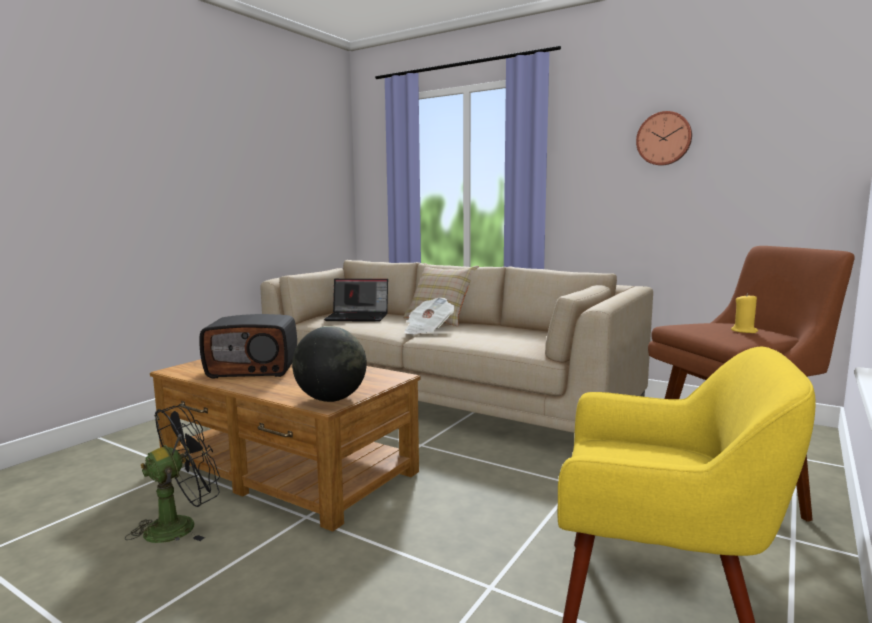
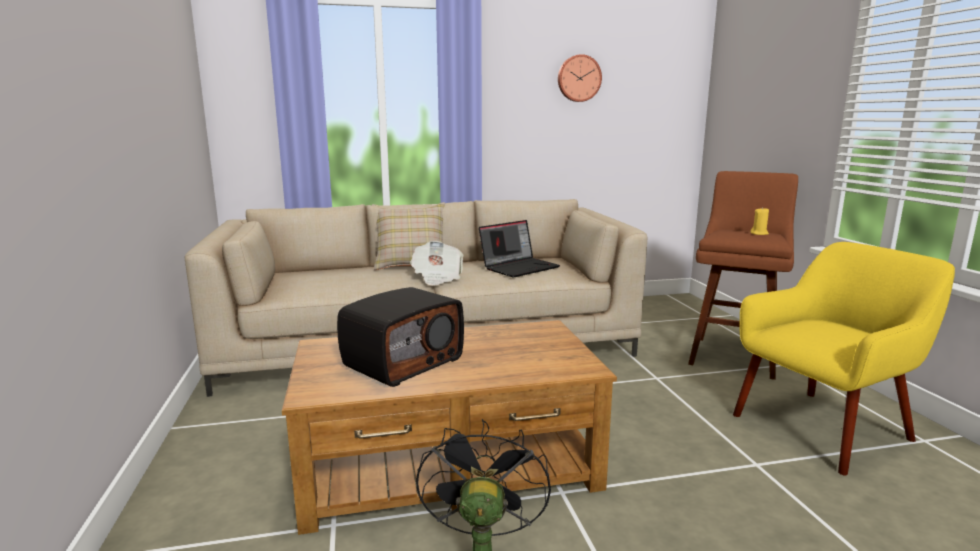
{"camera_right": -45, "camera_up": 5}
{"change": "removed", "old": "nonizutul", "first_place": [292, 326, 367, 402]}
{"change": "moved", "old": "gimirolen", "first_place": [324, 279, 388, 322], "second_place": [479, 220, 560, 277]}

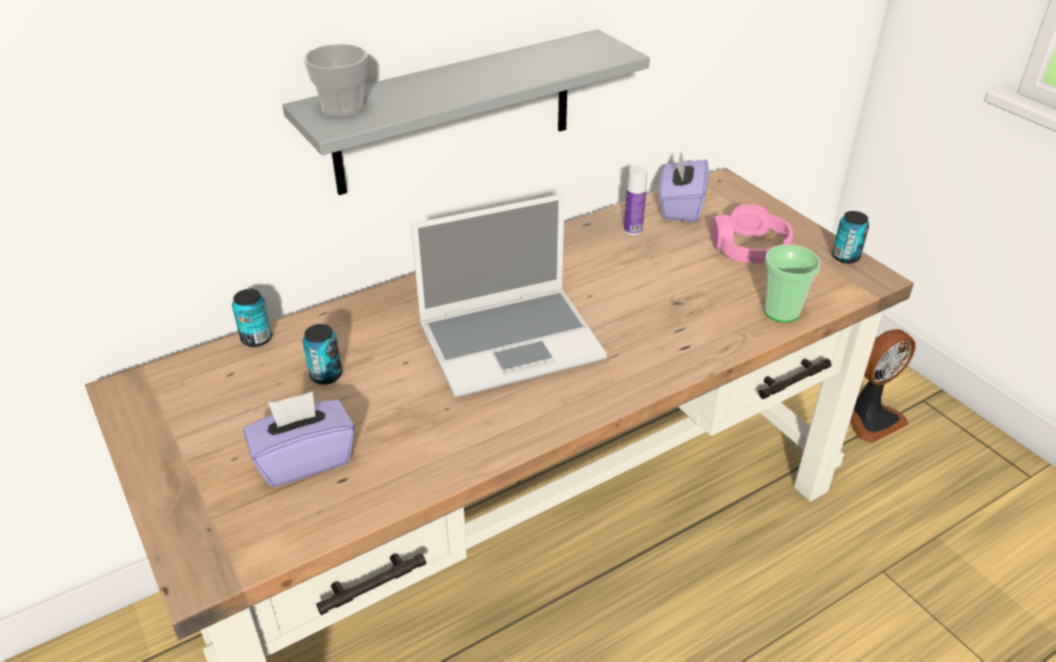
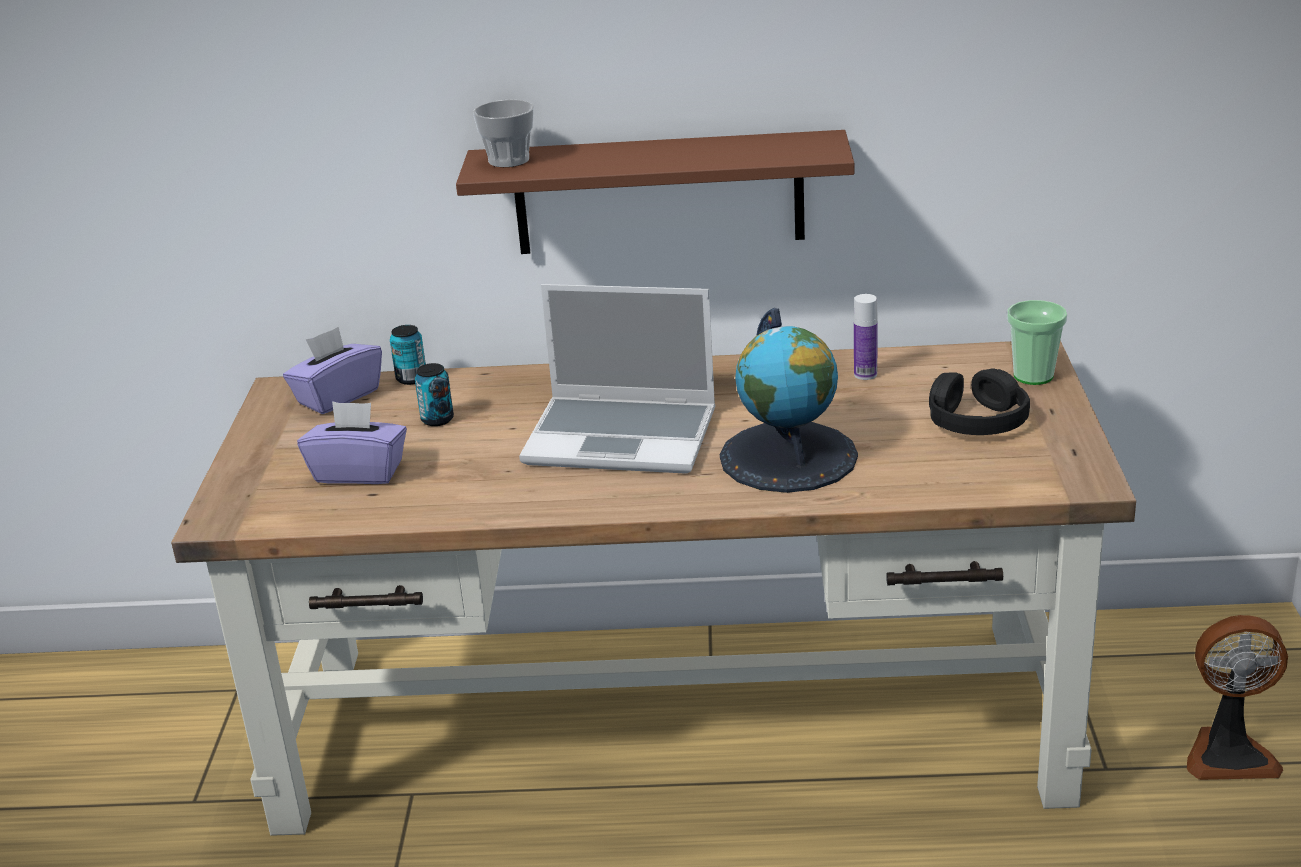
{"camera_right": 35, "camera_up": -10}
{"change": "removed", "old": "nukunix", "first_place": [832, 211, 869, 264]}
{"change": "added", "new": "nonizutul", "second_place": [720, 308, 858, 493]}
{"change": "moved", "old": "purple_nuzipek", "first_place": [659, 152, 709, 222], "second_place": [283, 327, 382, 414]}
{"change": "moved", "old": "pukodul", "first_place": [764, 245, 821, 323], "second_place": [1007, 300, 1067, 385]}
{"change": "recoloured", "old": "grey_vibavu", "new": "brown_vibavu", "first_place": [282, 29, 650, 195], "second_place": [456, 130, 855, 254]}
{"change": "recoloured", "old": "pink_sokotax", "new": "black_sokotax", "first_place": [711, 204, 793, 263], "second_place": [929, 369, 1030, 435]}

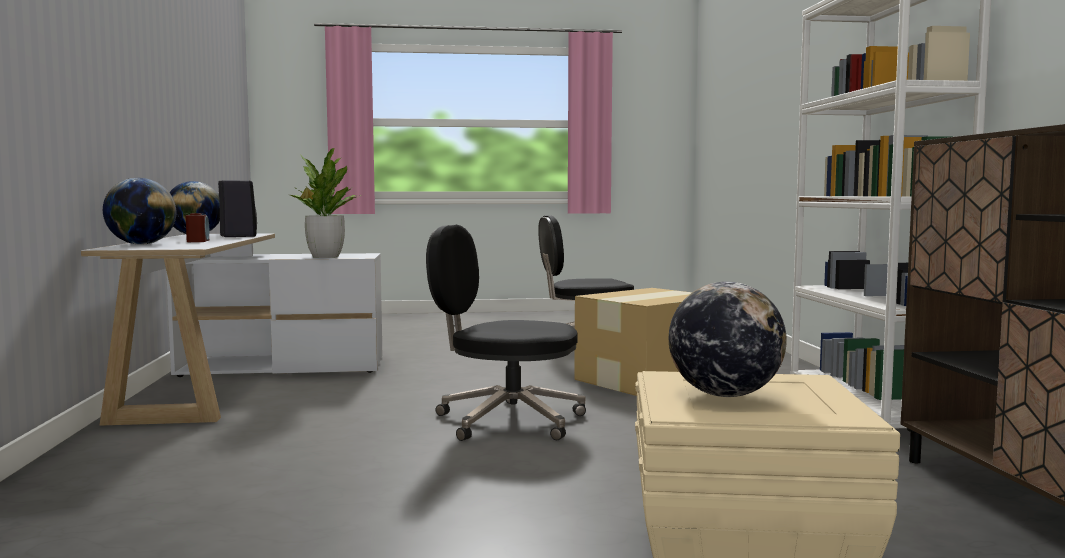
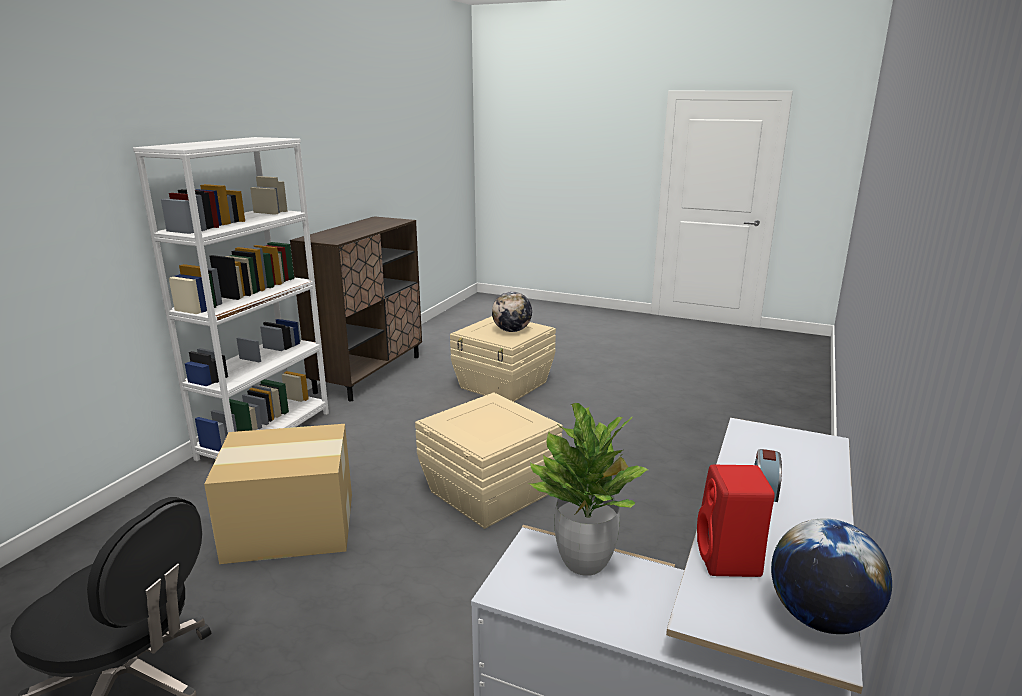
{"camera_right": -150, "camera_up": 15}
{"change": "removed", "old": "nonizutul", "first_place": [103, 178, 176, 245]}
{"change": "replaced", "old": "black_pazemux", "new": "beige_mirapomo", "first_place": [426, 225, 586, 441], "second_place": [415, 392, 563, 529]}
{"change": "recoloured", "old": "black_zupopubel", "new": "red_zupopubel", "first_place": [218, 180, 257, 237], "second_place": [697, 465, 775, 577]}

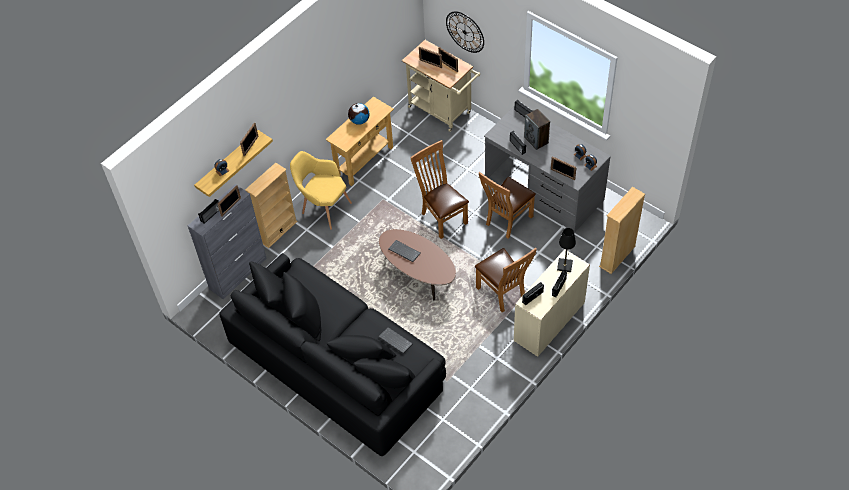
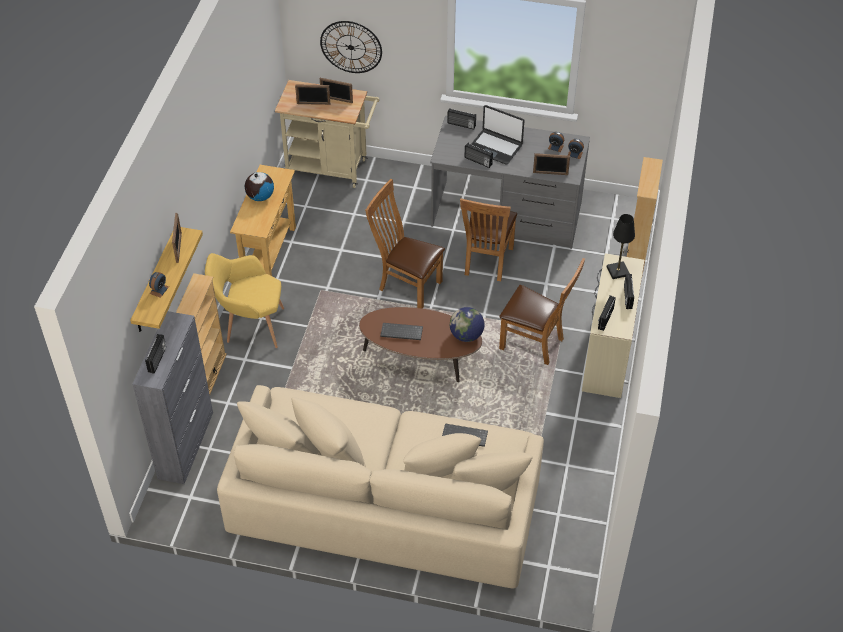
{"camera_right": -30, "camera_up": -5}
{"change": "removed", "old": "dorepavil", "first_place": [218, 185, 241, 217]}
{"change": "added", "new": "nonizutul", "second_place": [450, 307, 484, 342]}
{"change": "replaced", "old": "zupopubel", "new": "gimirolen", "first_place": [524, 109, 550, 150], "second_place": [471, 105, 525, 165]}
{"change": "recoloured", "old": "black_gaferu", "new": "beige_gaferu", "first_place": [219, 253, 446, 456], "second_place": [217, 385, 544, 588]}

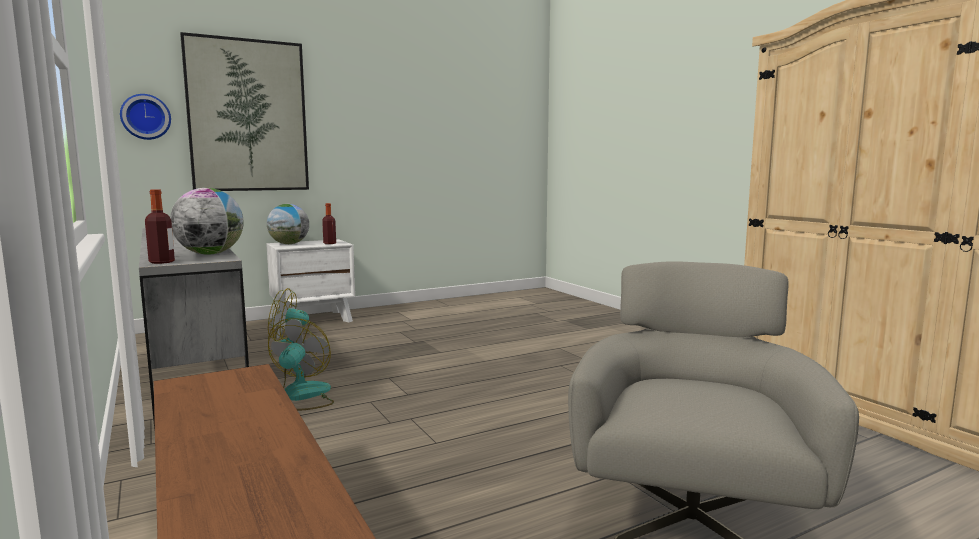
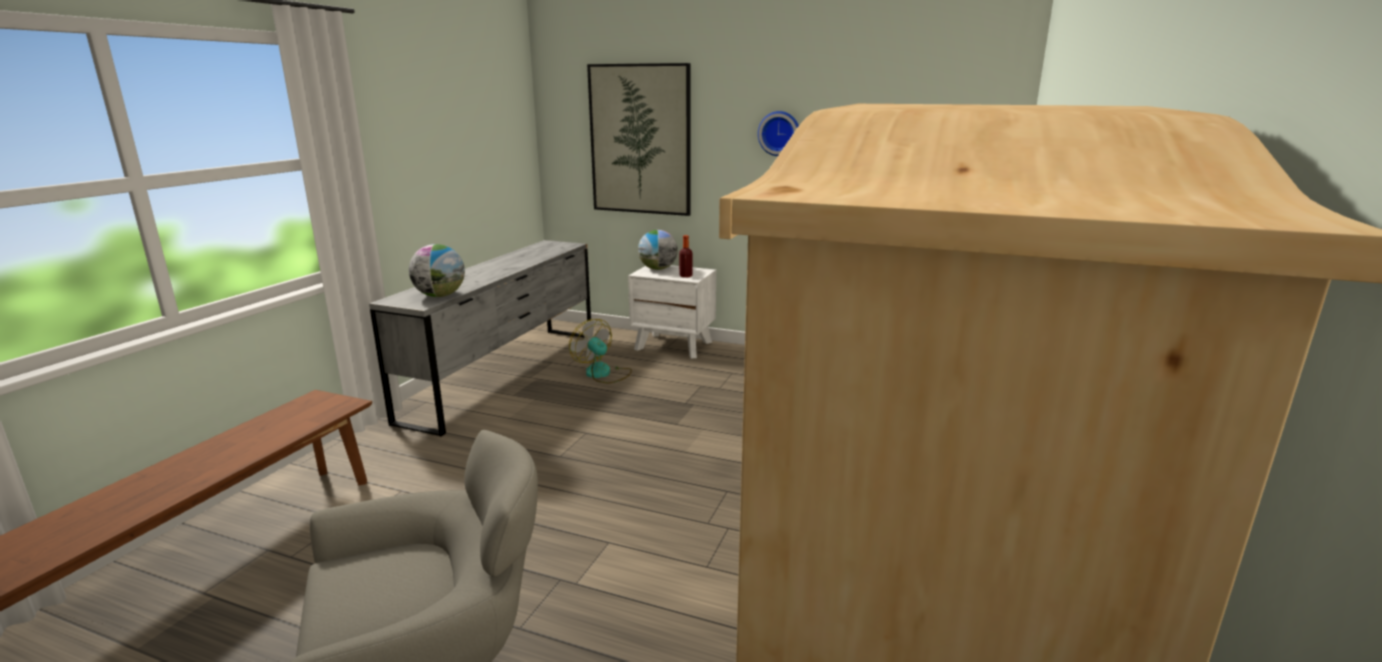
{"camera_right": 50, "camera_up": 10}
{"change": "removed", "old": "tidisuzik", "first_place": [145, 189, 175, 264]}
{"change": "removed", "old": "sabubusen", "first_place": [268, 318, 334, 411]}
{"change": "moved", "old": "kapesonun", "first_place": [120, 94, 171, 140], "second_place": [758, 111, 799, 156]}

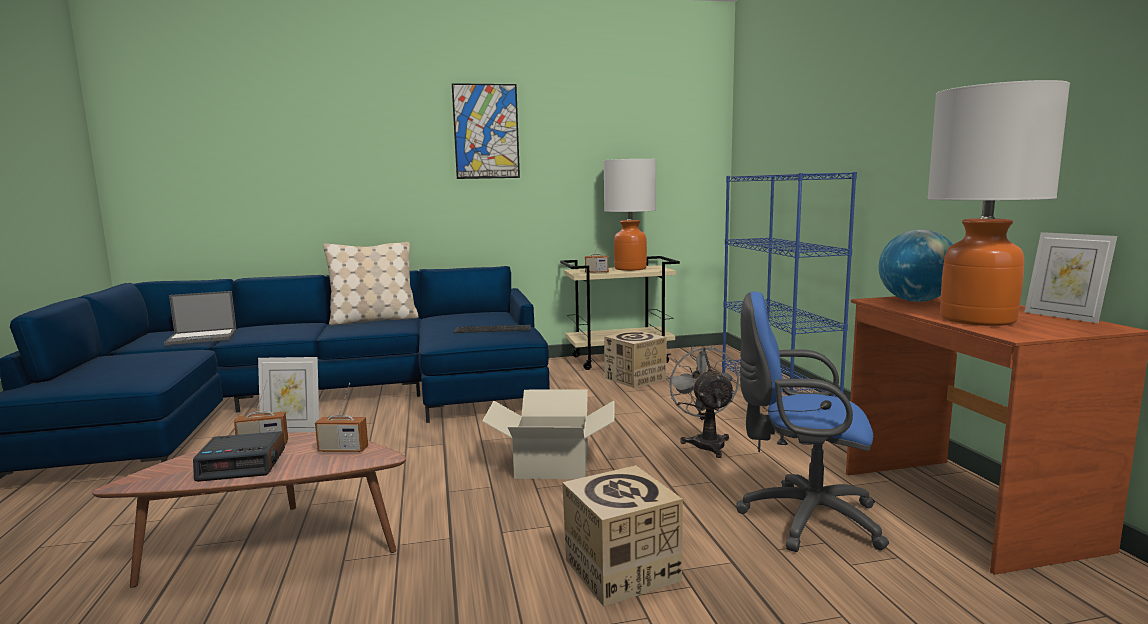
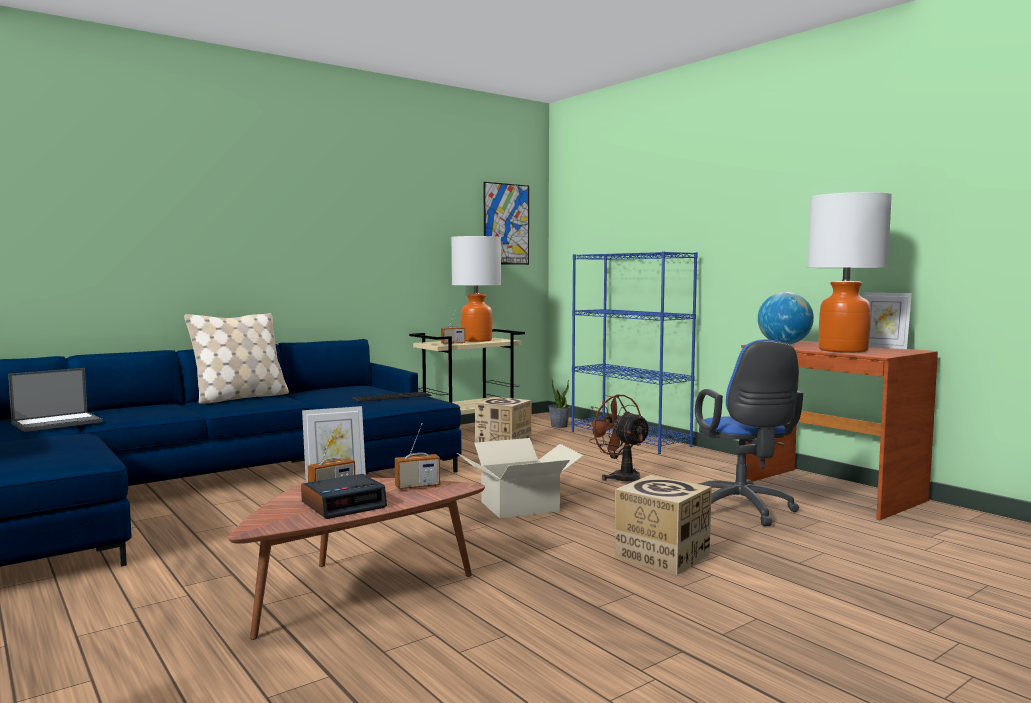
{"camera_right": -25, "camera_up": -5}
{"change": "added", "new": "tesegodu", "second_place": [548, 378, 571, 428]}
{"change": "moved", "old": "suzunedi", "first_place": [452, 83, 520, 179], "second_place": [484, 182, 529, 265]}
{"change": "recoloured", "old": "grey_sabubusen", "new": "brown_sabubusen", "first_place": [666, 346, 739, 458], "second_place": [586, 394, 651, 482]}
{"change": "turned", "old": "blue_pazemux", "first_place": [736, 291, 889, 552], "second_place": [695, 340, 803, 526], "degrees": -90}

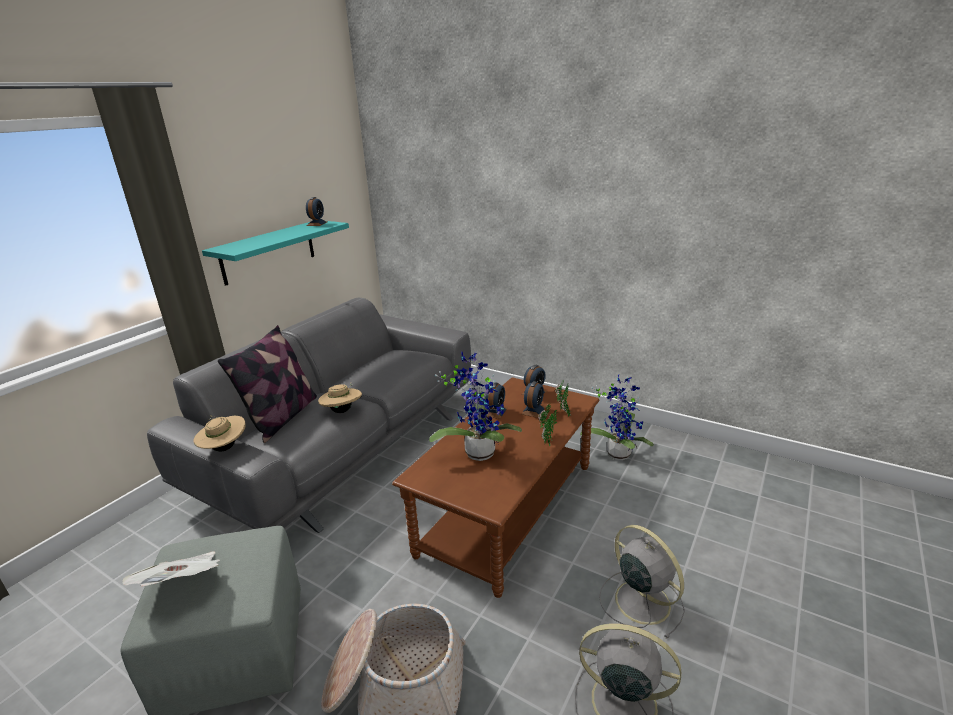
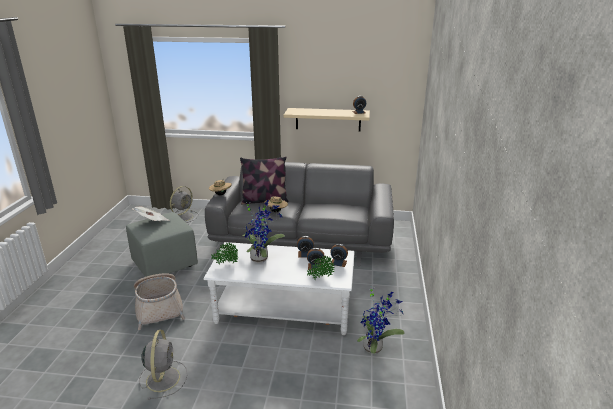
{"camera_right": 65, "camera_up": 0}
{"change": "moved", "old": "tesegodu", "first_place": [538, 403, 557, 446], "second_place": [211, 242, 238, 265]}
{"change": "moved", "old": "grey_sabubusen", "first_place": [599, 525, 685, 639], "second_place": [170, 186, 199, 223]}
{"change": "recoloured", "old": "turquoise_vibavu", "new": "beige_vibavu", "first_place": [202, 221, 349, 286], "second_place": [283, 108, 370, 132]}
{"change": "recoloured", "old": "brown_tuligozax", "new": "white_tuligozax", "first_place": [392, 377, 599, 598], "second_place": [204, 242, 355, 335]}

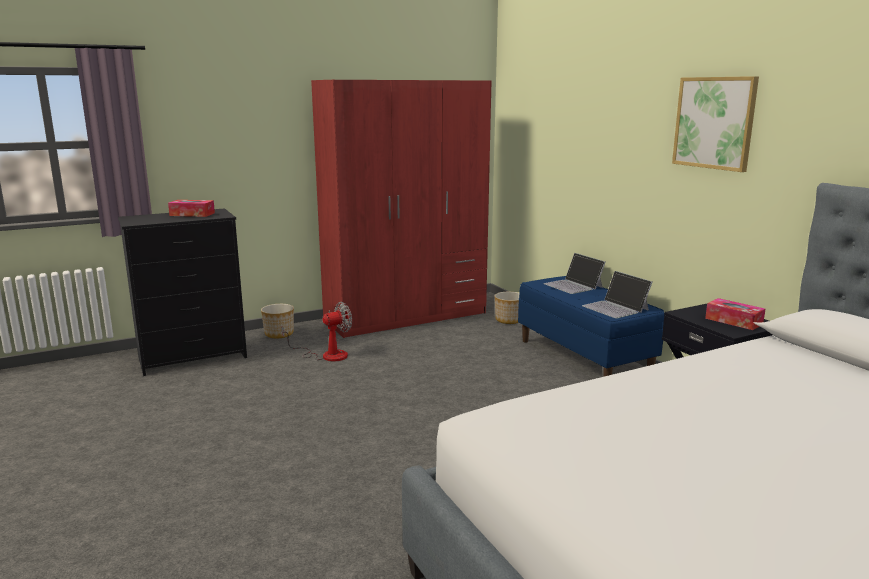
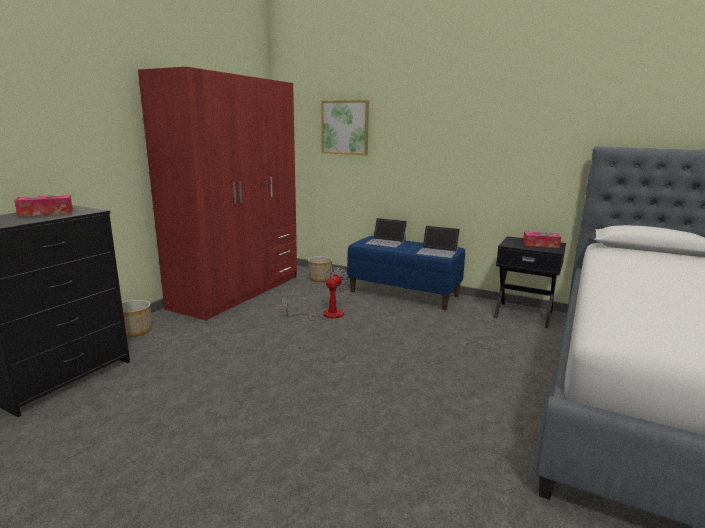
{"camera_right": -35, "camera_up": 0}
{"change": "moved", "old": "sabubusen", "first_place": [281, 302, 352, 361], "second_place": [282, 267, 350, 321]}
{"change": "moved", "old": "suzunedi", "first_place": [672, 76, 759, 172], "second_place": [321, 100, 369, 155]}

